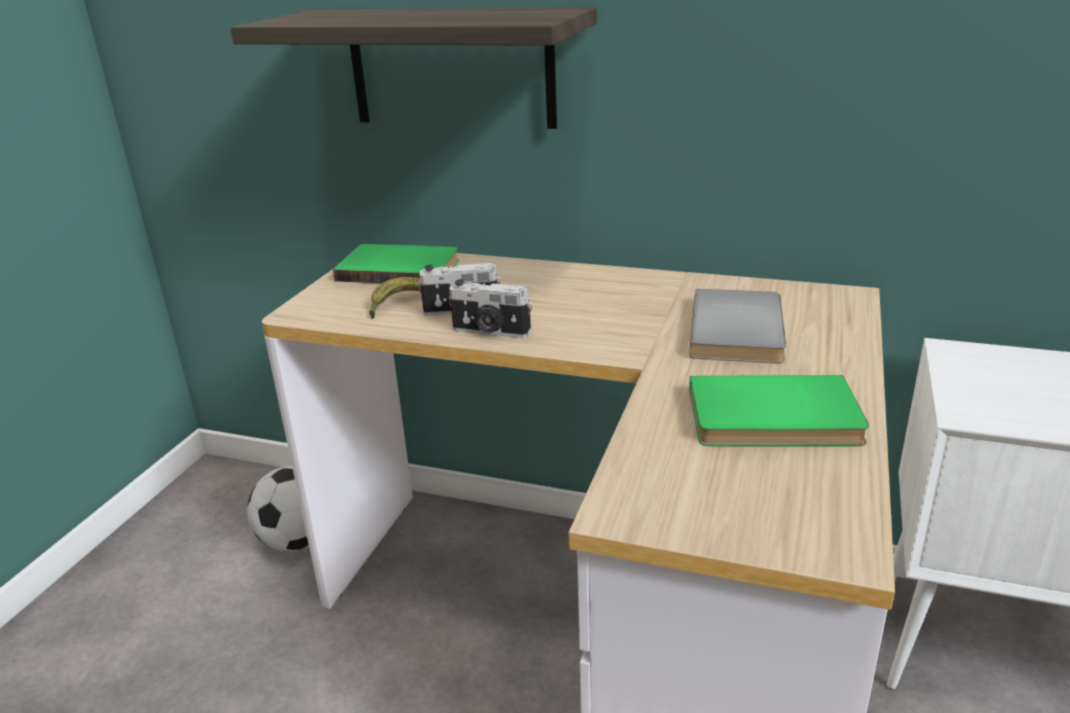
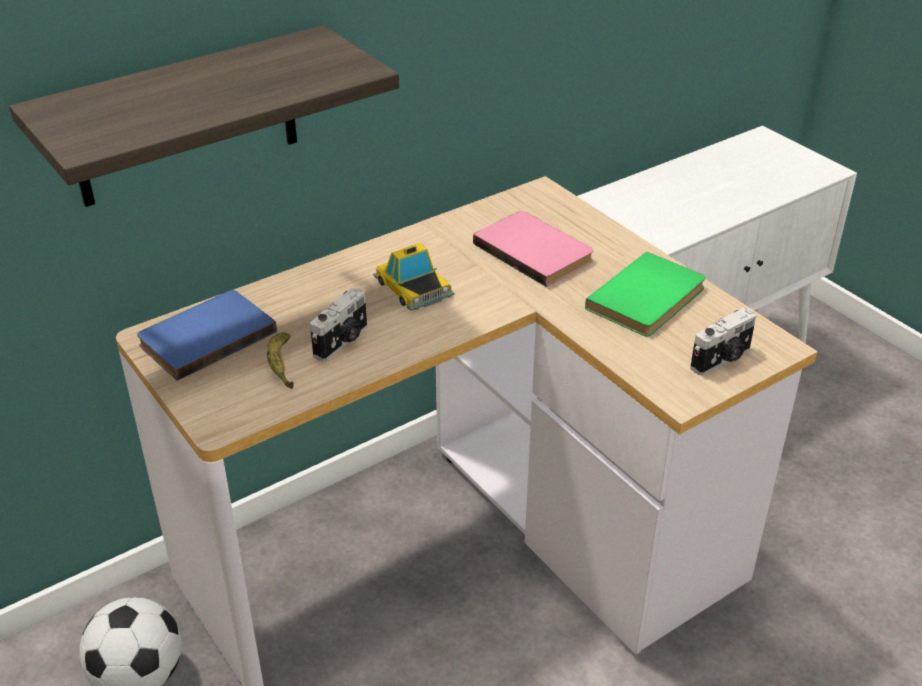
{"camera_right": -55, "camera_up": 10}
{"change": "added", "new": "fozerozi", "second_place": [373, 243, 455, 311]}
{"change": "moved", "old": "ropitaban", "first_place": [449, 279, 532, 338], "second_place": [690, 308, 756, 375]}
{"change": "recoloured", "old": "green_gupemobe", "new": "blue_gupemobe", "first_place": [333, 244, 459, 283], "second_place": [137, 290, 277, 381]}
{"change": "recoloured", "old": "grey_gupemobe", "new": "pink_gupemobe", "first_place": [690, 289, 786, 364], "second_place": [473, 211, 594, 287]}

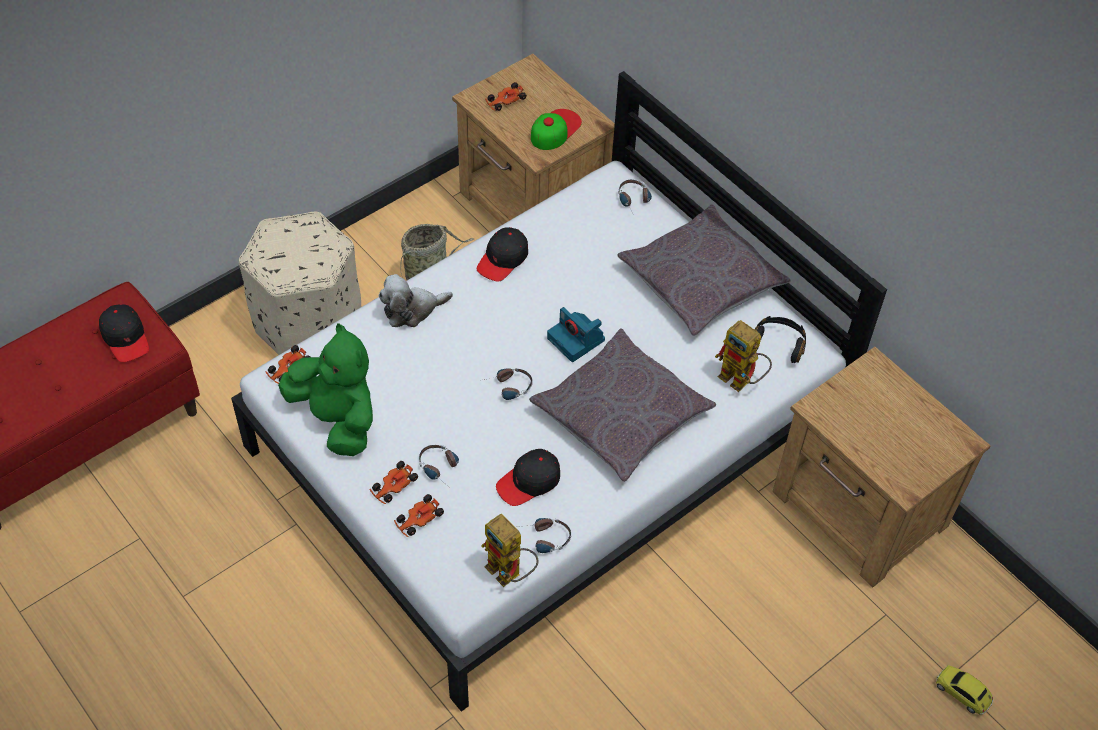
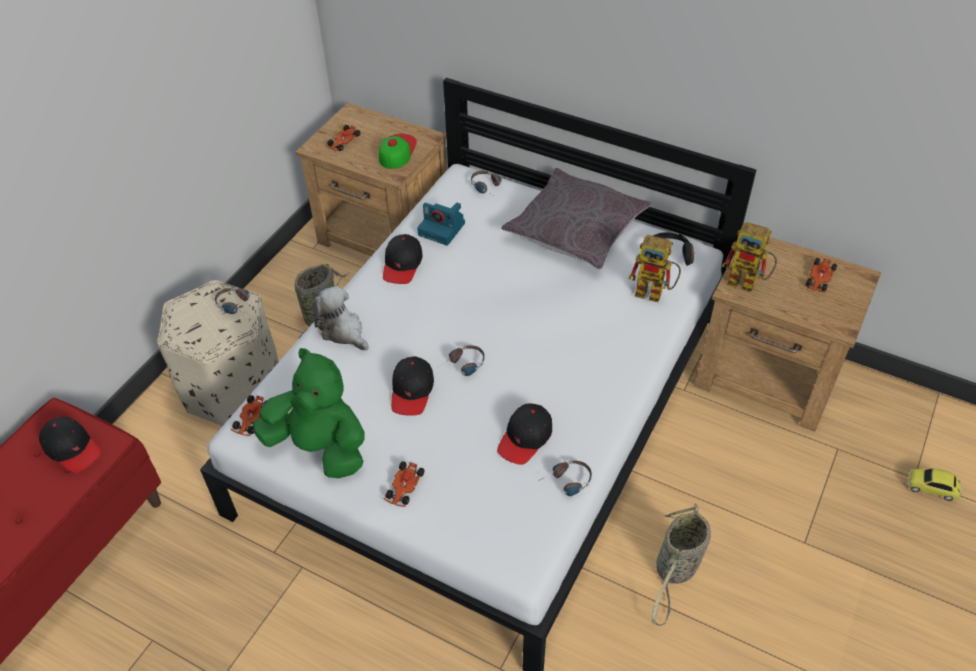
{"camera_right": -20, "camera_up": -5}
{"change": "removed", "old": "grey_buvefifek", "first_place": [529, 328, 716, 482]}
{"change": "added", "new": "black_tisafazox", "second_place": [391, 356, 434, 416]}
{"change": "added", "new": "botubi", "second_place": [651, 504, 711, 626]}
{"change": "moved", "old": "fozerozi", "first_place": [394, 494, 444, 537], "second_place": [805, 258, 837, 292]}
{"change": "moved", "old": "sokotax", "first_place": [419, 445, 459, 480], "second_place": [215, 287, 249, 314]}
{"change": "moved", "old": "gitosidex", "first_place": [482, 514, 539, 587], "second_place": [722, 222, 777, 293]}
{"change": "moved", "old": "ropitaban", "first_place": [547, 307, 605, 362], "second_place": [417, 202, 465, 246]}
{"change": "turned", "old": "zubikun", "first_place": [378, 274, 453, 327], "second_place": [312, 286, 368, 350], "degrees": 90}

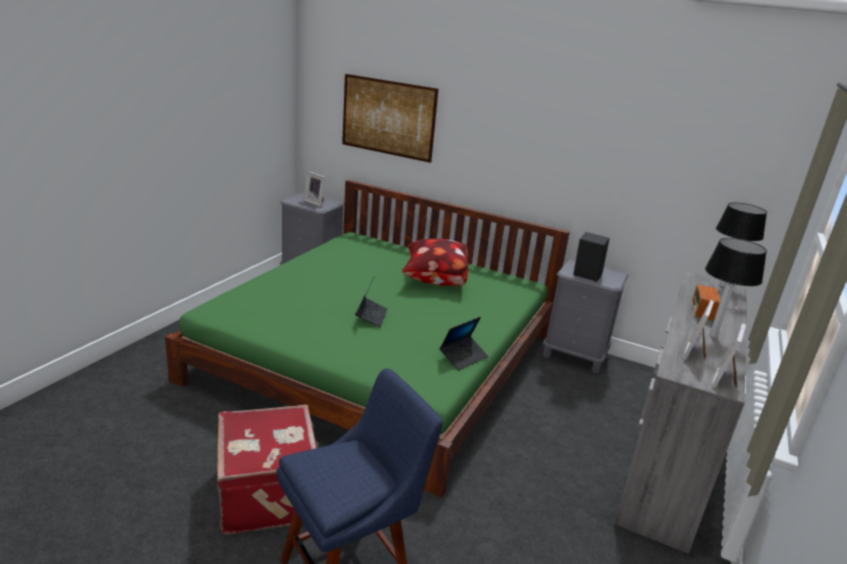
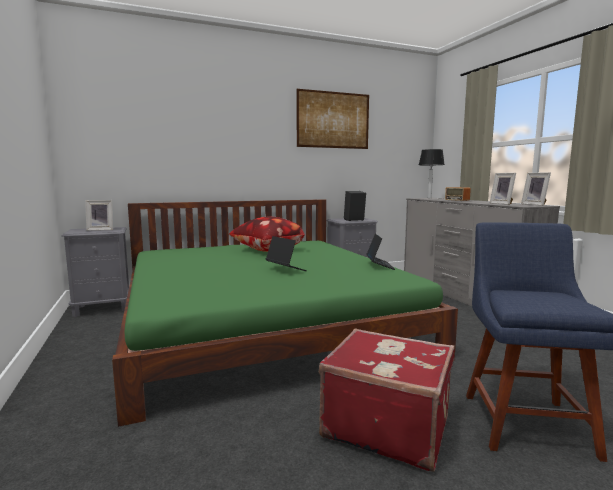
{"camera_right": -45, "camera_up": -15}
{"change": "removed", "old": "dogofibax", "first_place": [705, 238, 767, 338]}
{"change": "moved", "old": "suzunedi", "first_place": [342, 74, 439, 163], "second_place": [296, 89, 369, 149]}

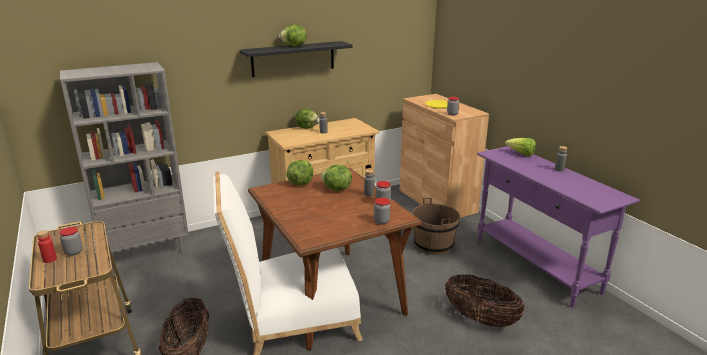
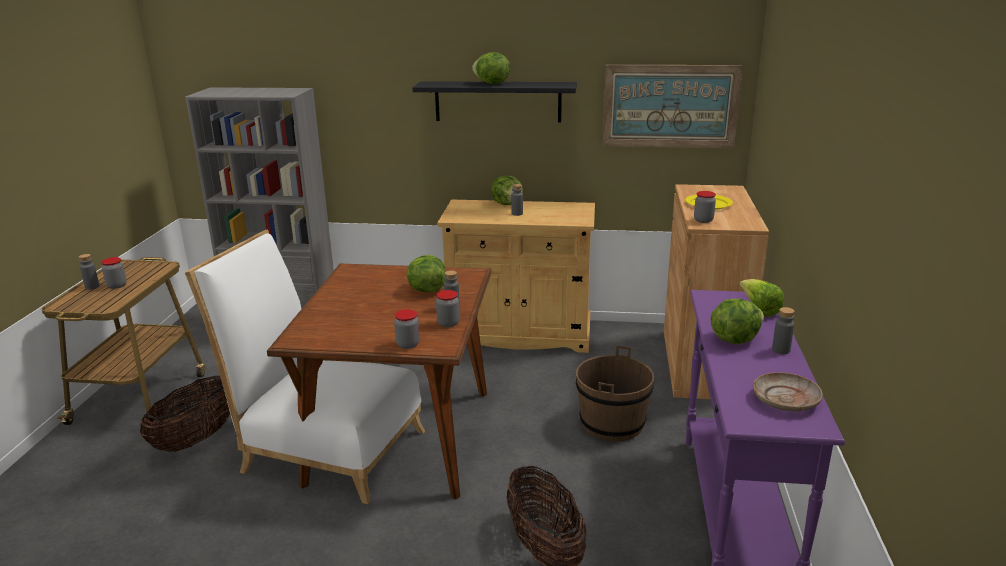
{"camera_right": 35, "camera_up": 0}
{"change": "added", "new": "suzunedi", "second_place": [603, 65, 743, 148]}
{"change": "added", "new": "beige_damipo", "second_place": [753, 372, 823, 411]}
{"change": "moved", "old": "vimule", "first_place": [286, 160, 313, 185], "second_place": [711, 299, 764, 344]}
{"change": "recoloured", "old": "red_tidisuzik", "new": "grey_tidisuzik", "first_place": [37, 230, 57, 263], "second_place": [79, 254, 100, 290]}

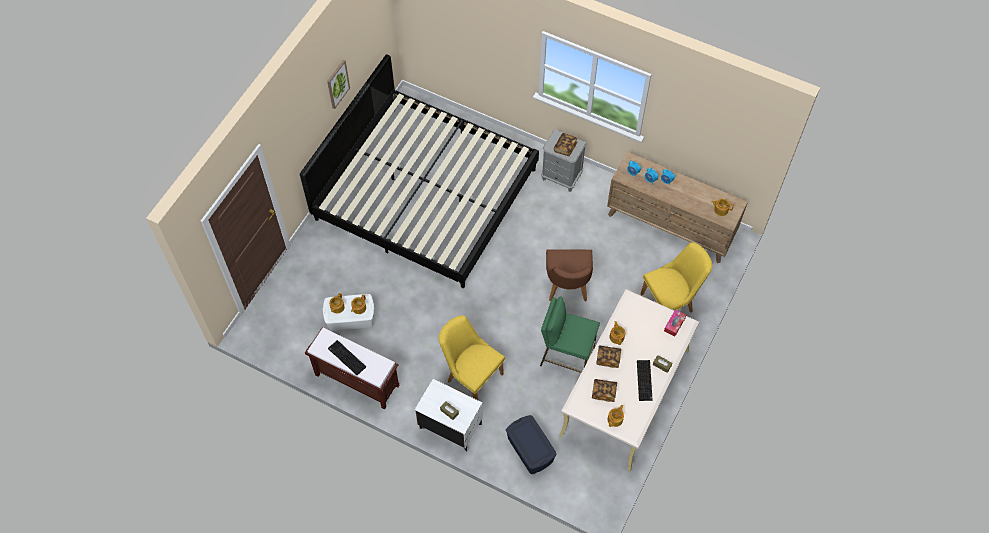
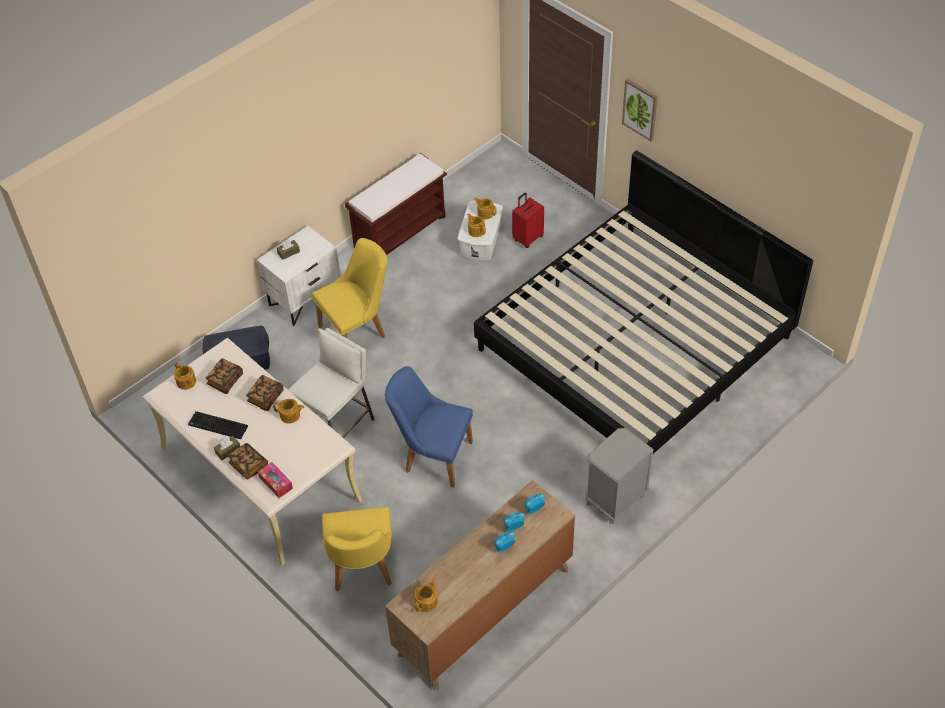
{"camera_right": 110, "camera_up": -10}
{"change": "removed", "old": "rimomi", "first_place": [328, 340, 366, 375]}
{"change": "added", "new": "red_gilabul", "second_place": [512, 193, 544, 248]}
{"change": "moved", "old": "suzunedi", "first_place": [327, 60, 350, 109], "second_place": [622, 79, 657, 141]}
{"change": "moved", "old": "gupemobe", "first_place": [554, 133, 577, 156], "second_place": [228, 443, 268, 480]}
{"change": "recoloured", "old": "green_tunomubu", "new": "white_tunomubu", "first_place": [540, 296, 600, 373], "second_place": [288, 328, 375, 438]}
{"change": "recoloured", "old": "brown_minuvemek", "new": "blue_minuvemek", "first_place": [546, 249, 593, 302], "second_place": [385, 366, 473, 488]}

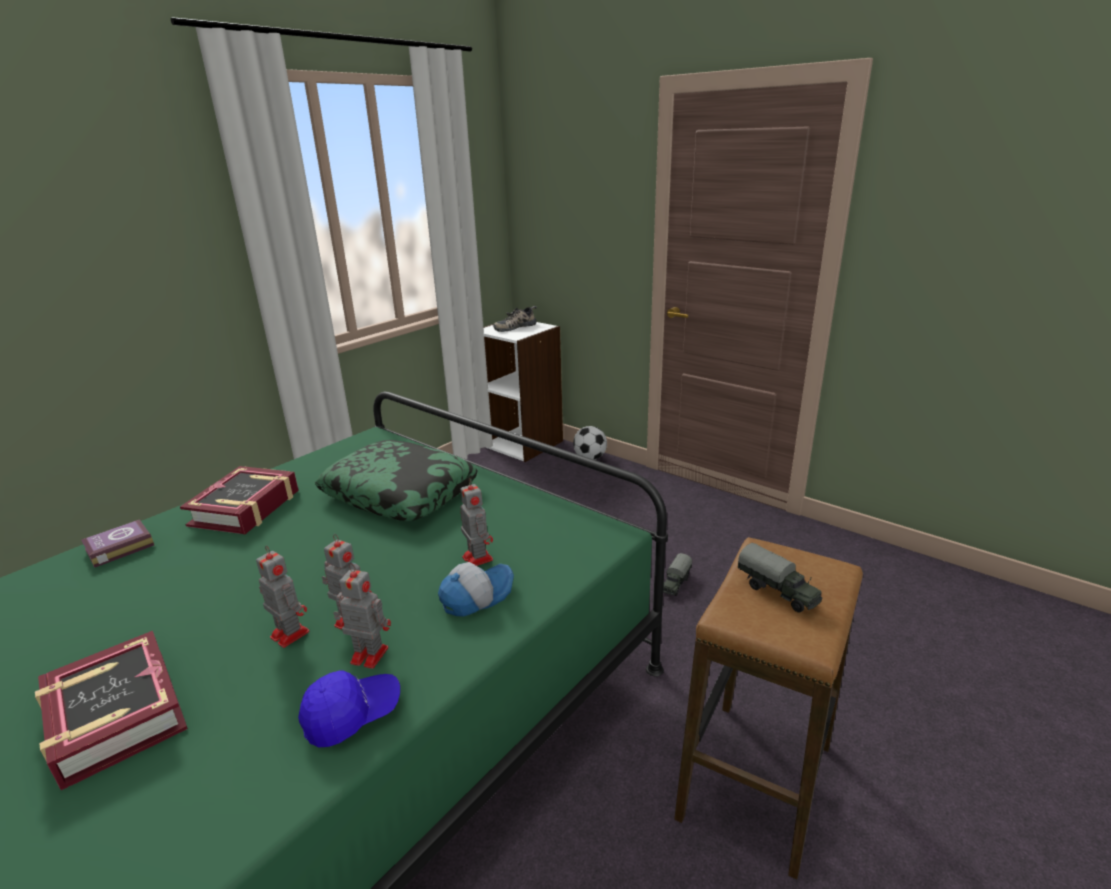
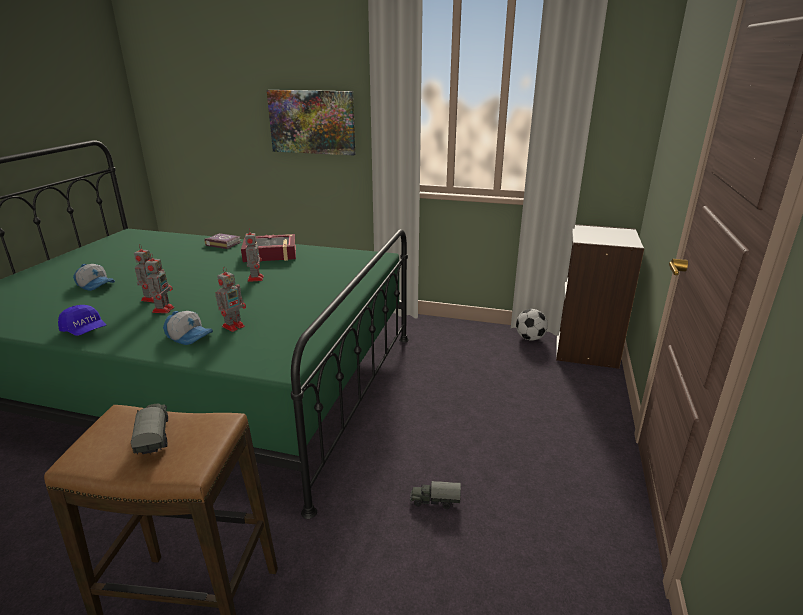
{"camera_right": 65, "camera_up": 0}
{"change": "removed", "old": "buvefifek", "first_place": [315, 440, 477, 521]}
{"change": "removed", "old": "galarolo", "first_place": [493, 306, 537, 332]}
{"change": "added", "new": "suzunedi", "second_place": [267, 90, 355, 155]}
{"change": "moved", "old": "gitosidex", "first_place": [333, 564, 391, 669], "second_place": [245, 228, 264, 282]}
{"change": "moved", "old": "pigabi", "first_place": [573, 426, 607, 460], "second_place": [516, 309, 548, 341]}
{"change": "replaced", "old": "gupemobe", "new": "tisafazox", "first_place": [35, 631, 188, 790], "second_place": [73, 264, 115, 291]}
{"change": "turned", "old": "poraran", "first_place": [738, 543, 822, 613], "second_place": [131, 404, 168, 455], "degrees": 135}

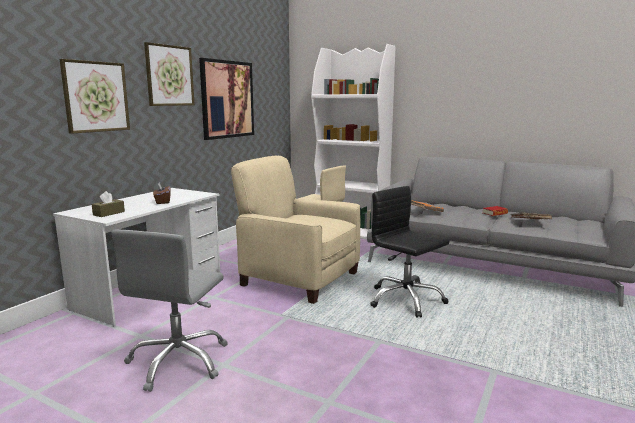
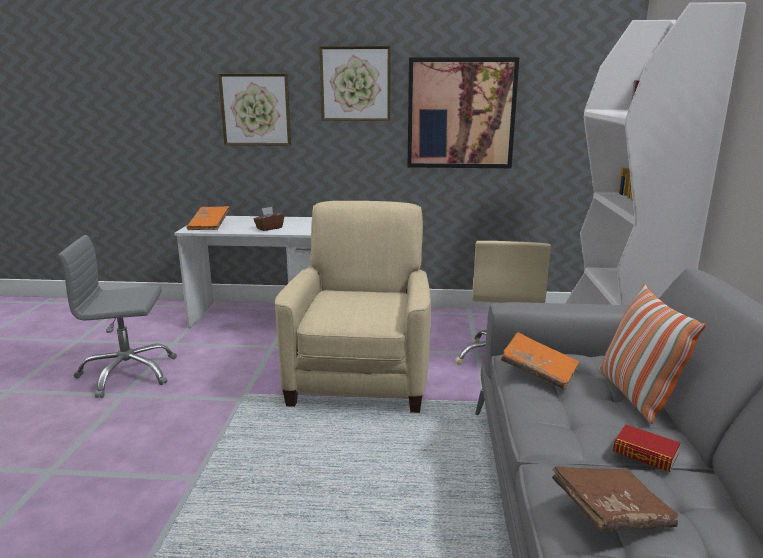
{"camera_right": 65, "camera_up": 5}
{"change": "removed", "old": "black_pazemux", "first_place": [370, 186, 449, 318]}
{"change": "added", "new": "buvefifek", "second_place": [599, 284, 706, 424]}
{"change": "replaced", "old": "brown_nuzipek", "new": "orange_gupemobe", "first_place": [92, 191, 125, 217], "second_place": [187, 206, 230, 230]}

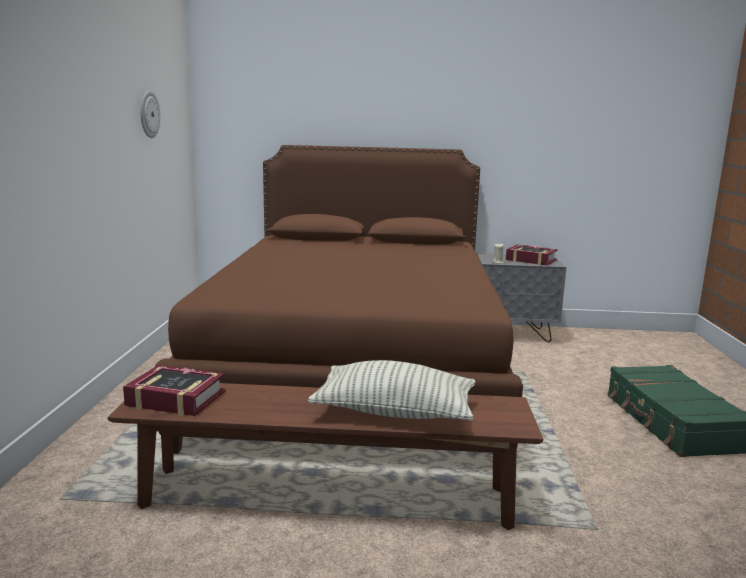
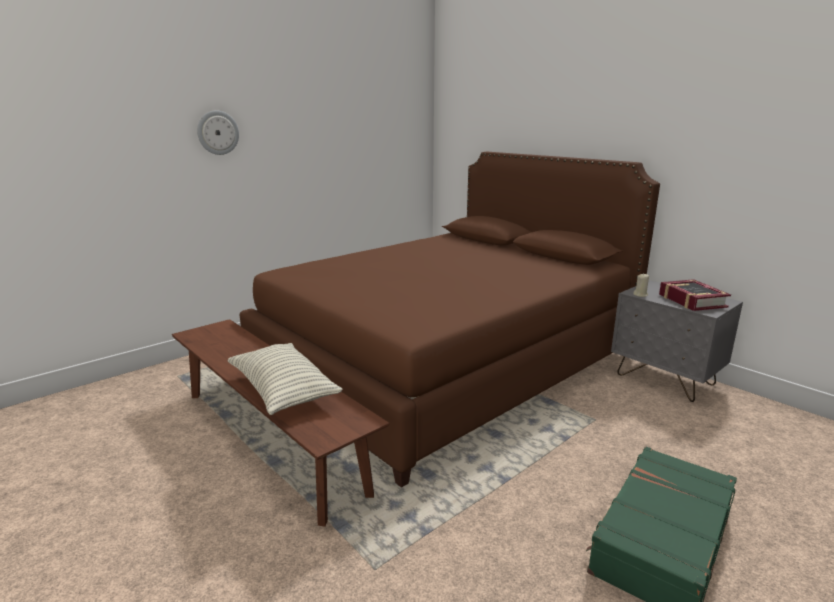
{"camera_right": 45, "camera_up": 5}
{"change": "removed", "old": "gupemobe", "first_place": [123, 365, 225, 416]}
{"change": "moved", "old": "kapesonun", "first_place": [140, 91, 160, 138], "second_place": [197, 110, 239, 155]}

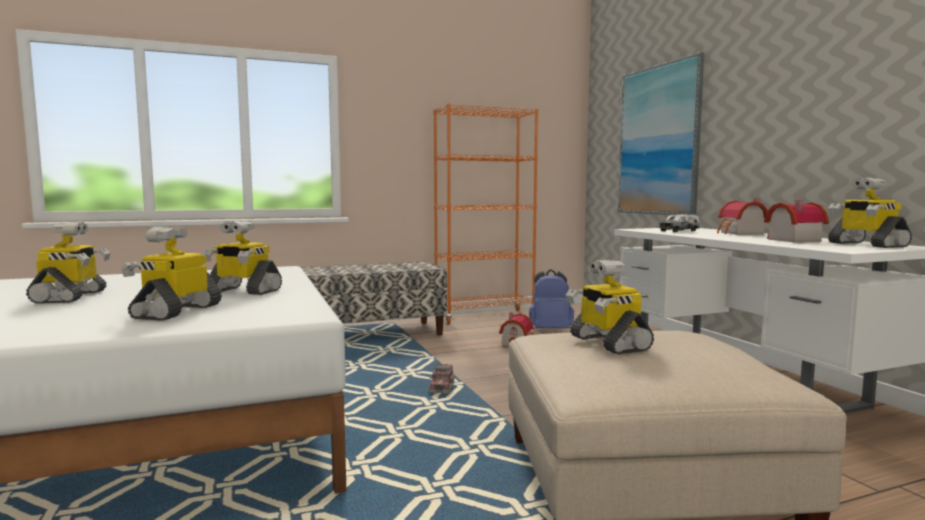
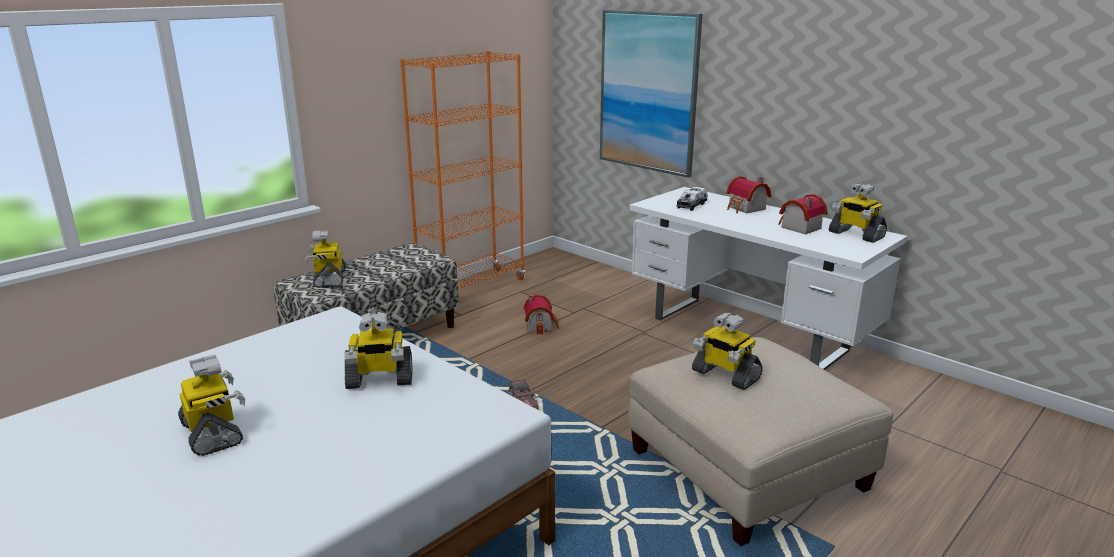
{"camera_right": -25, "camera_up": 15}
{"change": "removed", "old": "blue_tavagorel", "first_place": [529, 269, 574, 328]}
{"change": "moved", "old": "gitosidex", "first_place": [122, 227, 222, 321], "second_place": [305, 230, 346, 288]}

